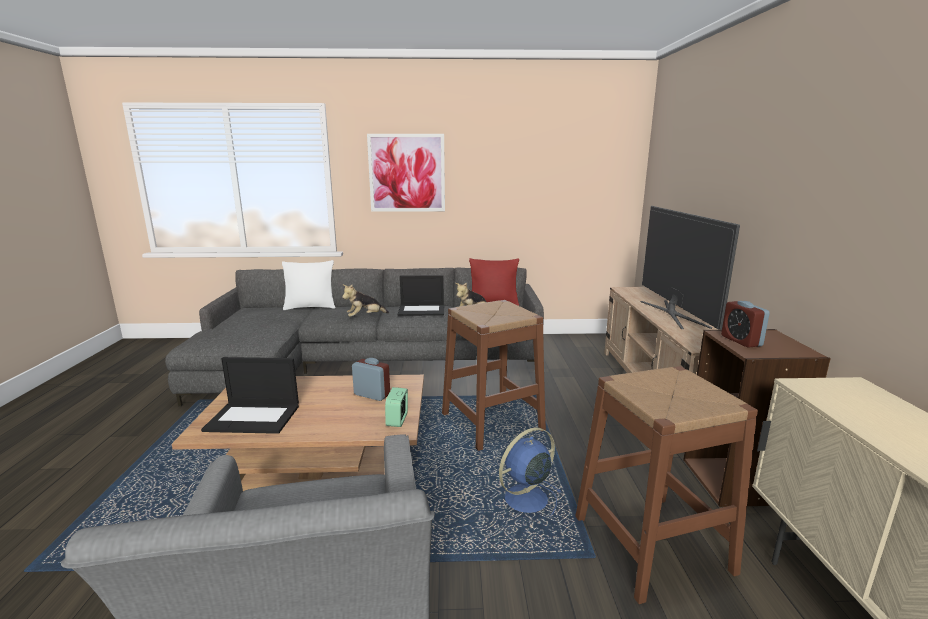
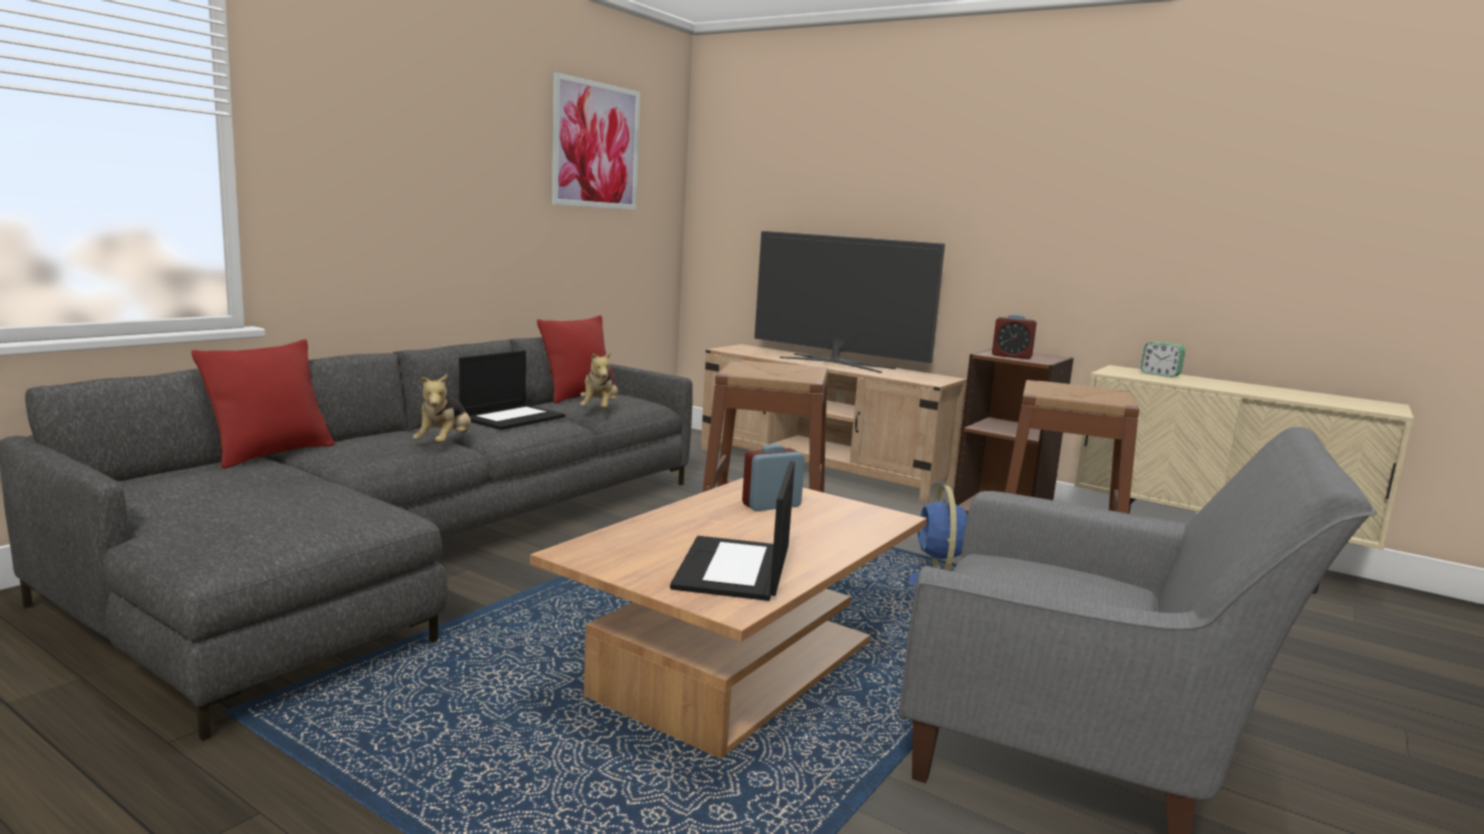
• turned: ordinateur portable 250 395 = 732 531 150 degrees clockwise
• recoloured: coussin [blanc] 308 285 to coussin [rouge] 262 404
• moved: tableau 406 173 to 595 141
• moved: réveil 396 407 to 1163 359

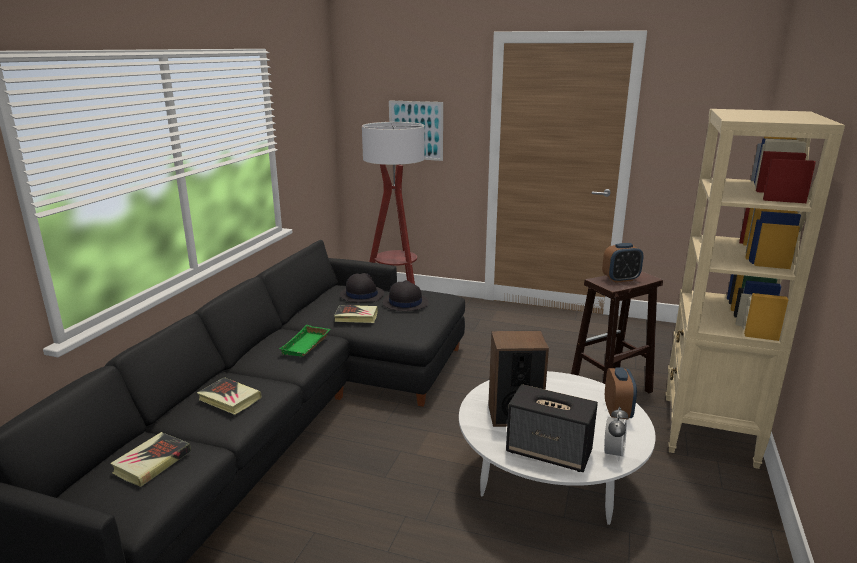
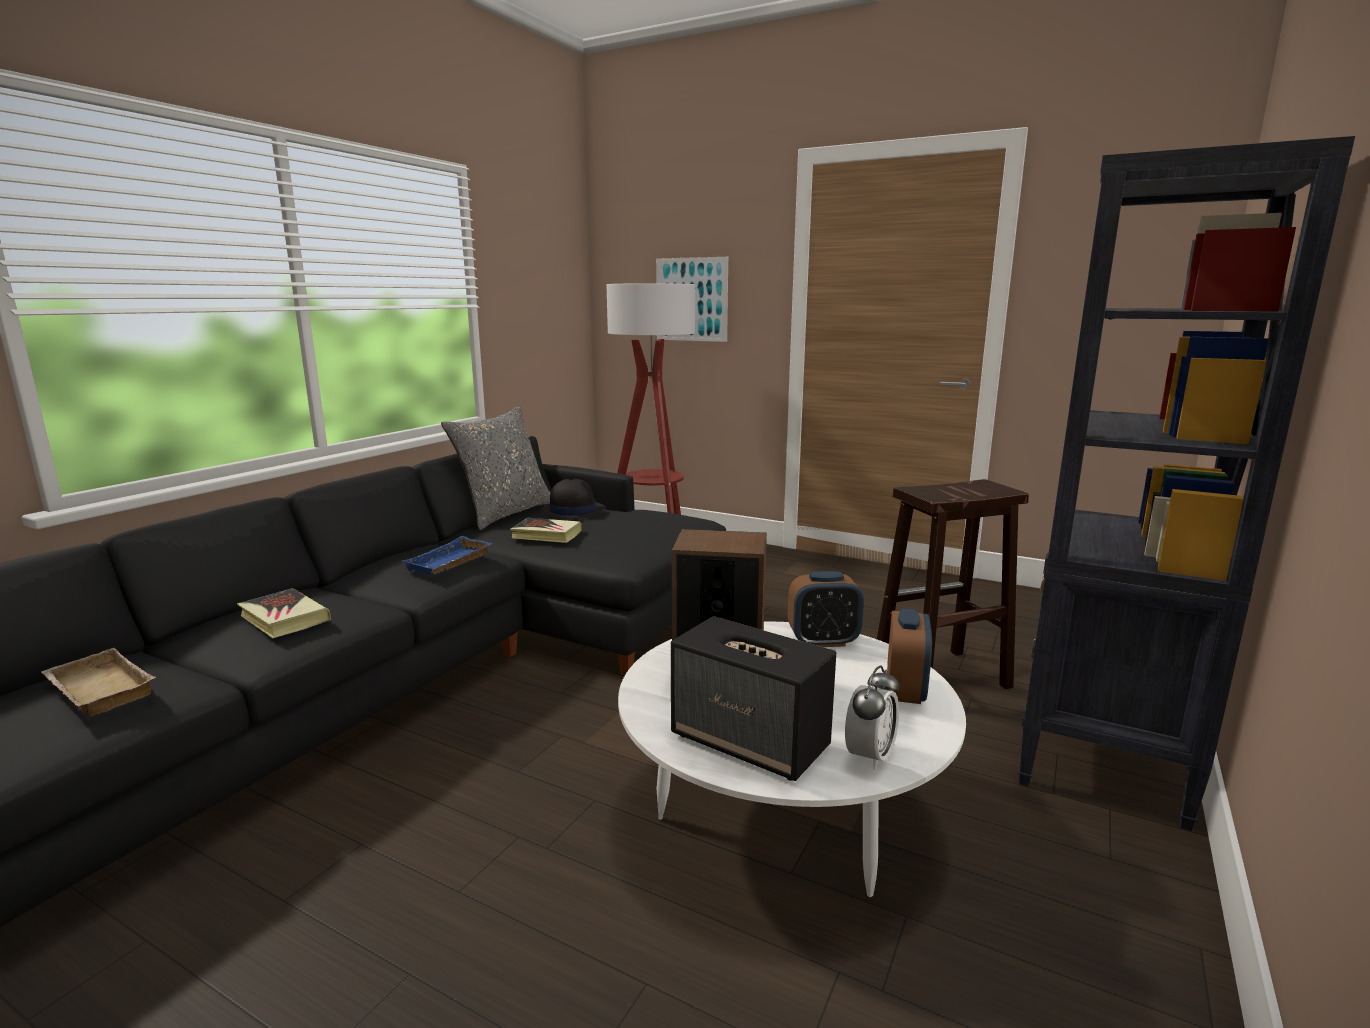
• replaced: livre 150 459 to plateau [beige] 98 682
• recoloured: plateau [vert] 304 341 to plateau [bleu] 447 555
• removed: chapeau [noir] 406 295
• moved: réveil 623 263 to 826 609
• recoloured: bibliothèque [beige] 755 289 to bibliothèque [noir] 1186 483
• added: coussin [gris] 495 468

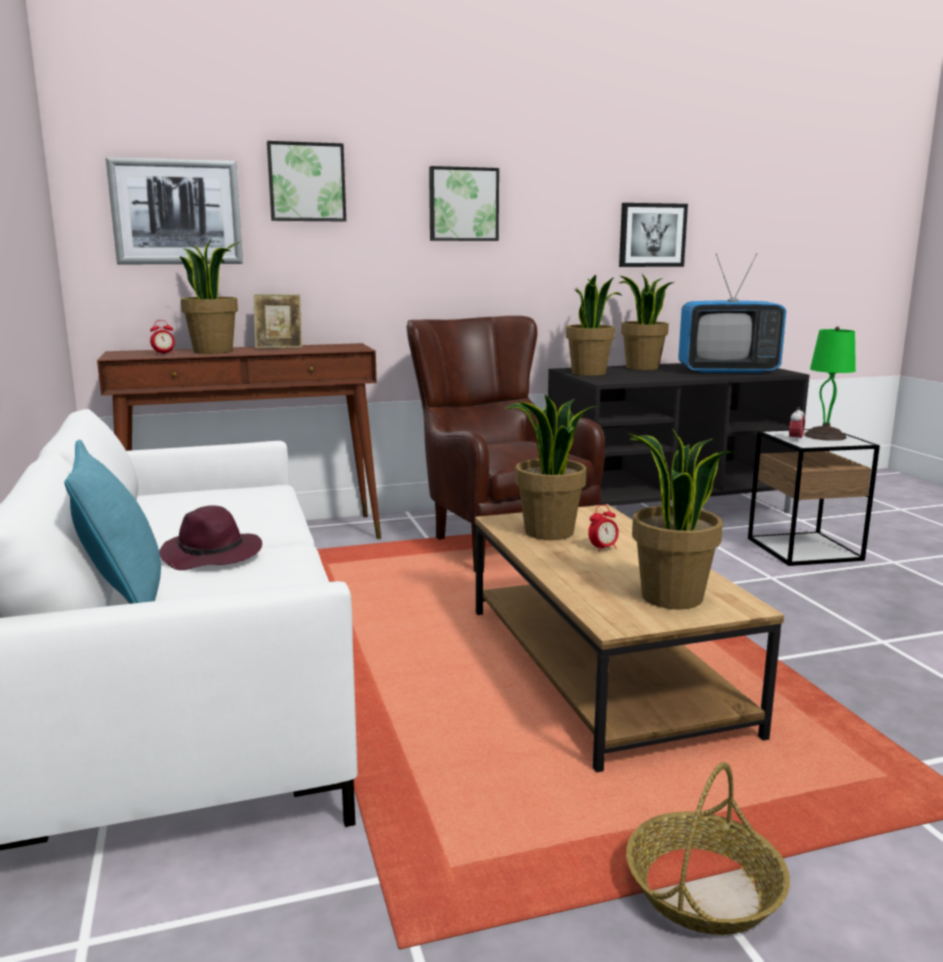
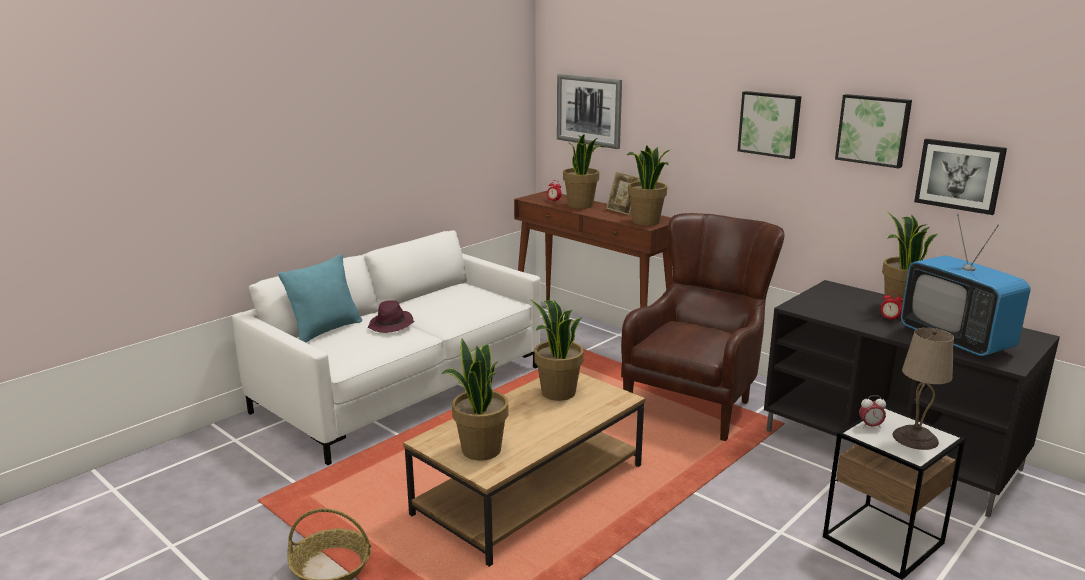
• moved: tableau 306 181 to 873 131
• moved: plante en pot 594 325 to 648 186
• moved: réveil 603 528 to 892 306
• recoloured: lampe de table [vert] 830 383 to lampe de table [beige] 923 389

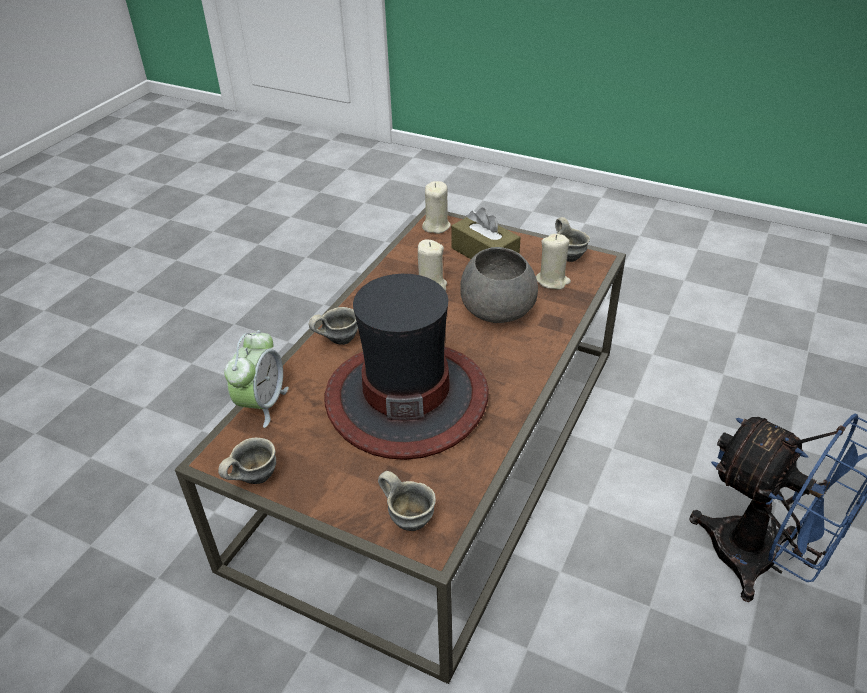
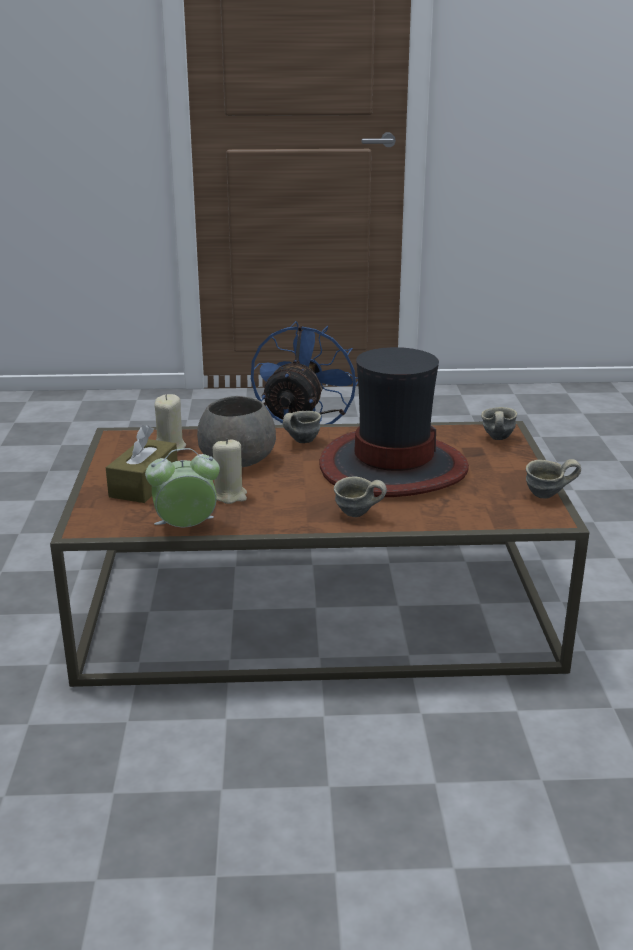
• moved: réveil 256 379 to 182 487
• removed: bougie [beige] 436 207
• moved: mug [gris] 572 239 to 302 427

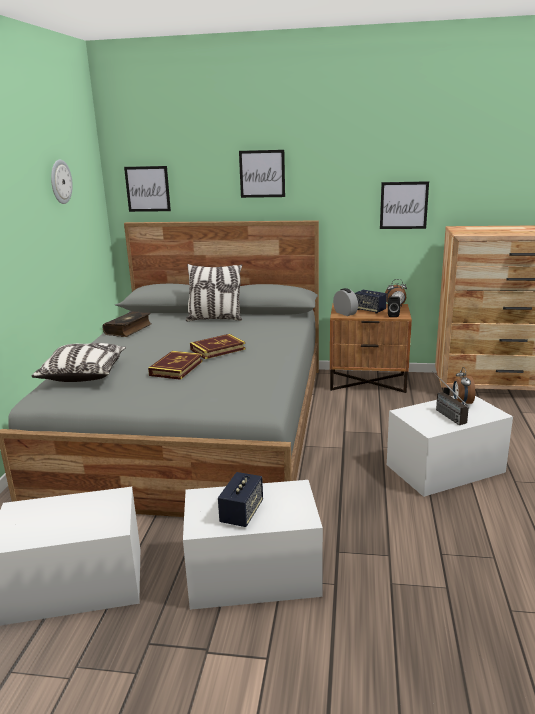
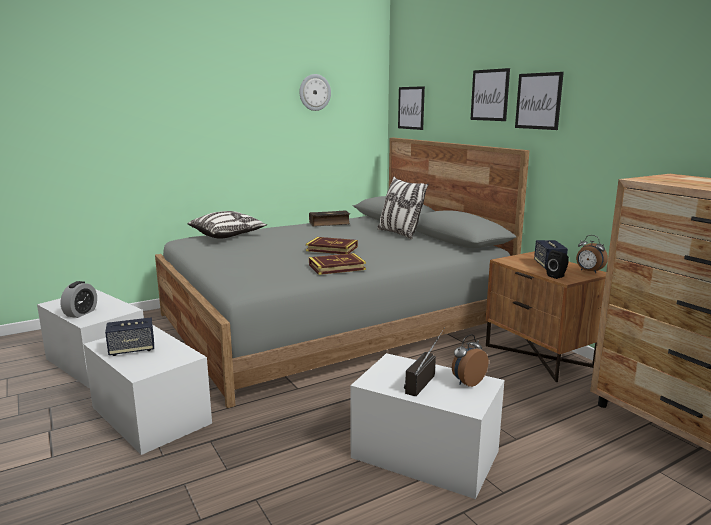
• moved: livre 175 365 to 337 264
• moved: réveil 345 302 to 78 299
• moved: tableau 404 205 to 539 101

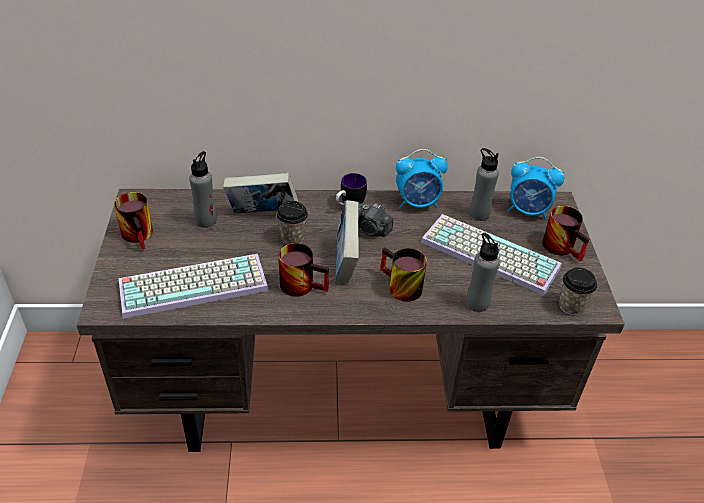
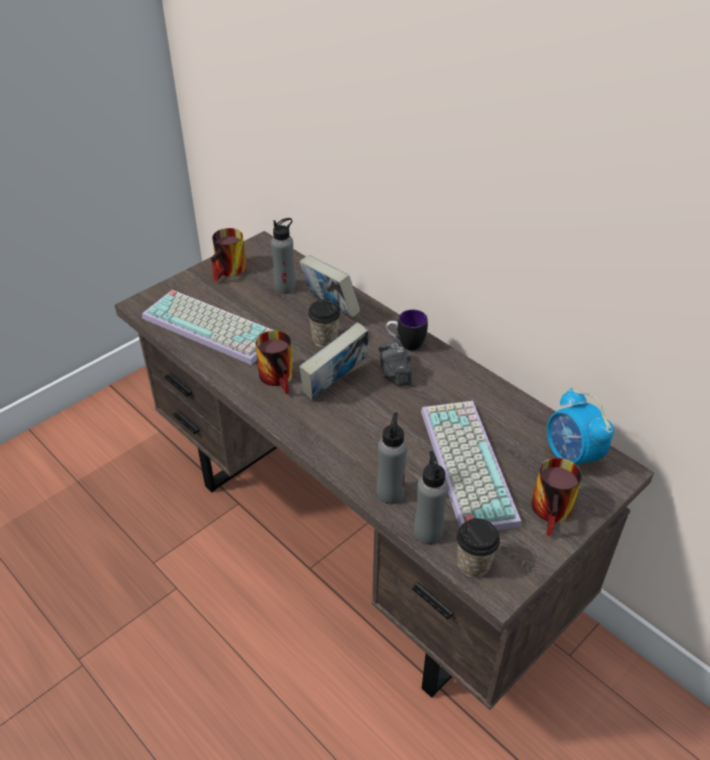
• removed: mug 403 275
• removed: réveil 422 179
• moved: bouteille [gris] 484 184 to 431 498

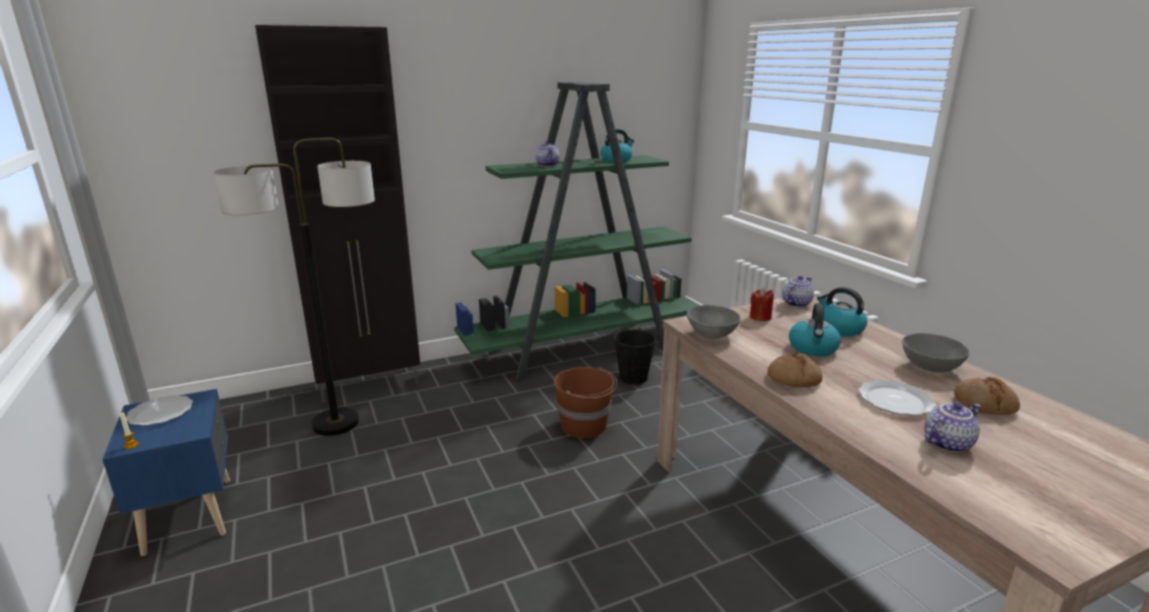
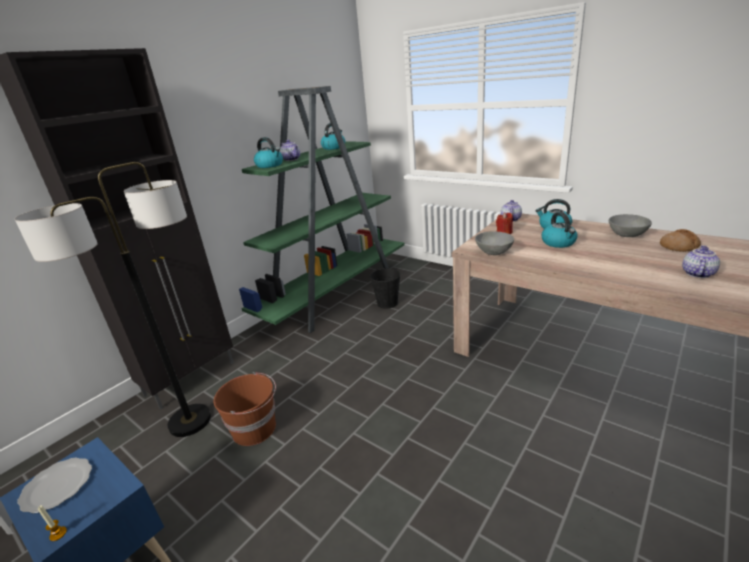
• moved: seau [marron] 585 402 to 245 409
• removed: pain 794 370
• removed: assiette 897 398
• added: bouilloire 268 152

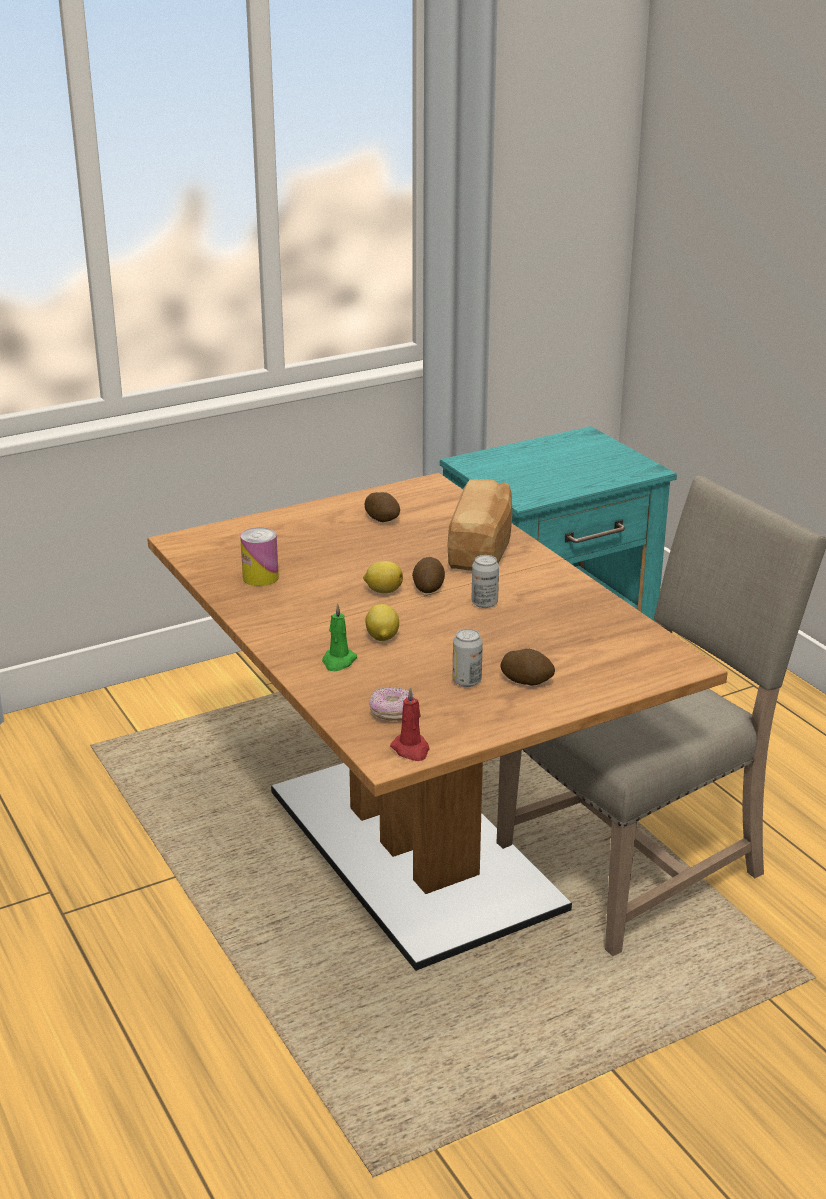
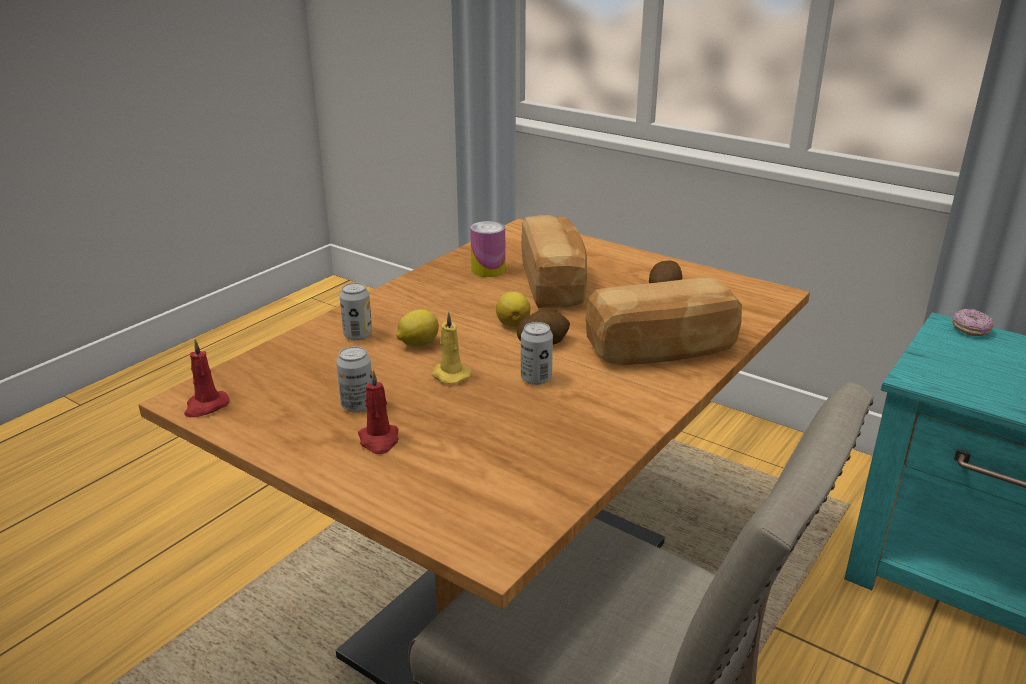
• replaced: bougie [vert] 339 637 to boîte métallique 356 312
• moved: beignet 391 704 to 973 322
• replaced: pomme de terre 528 667 to bougie [rouge] 378 412
• added: bougie [jaune] 451 347
• added: pain 554 261

